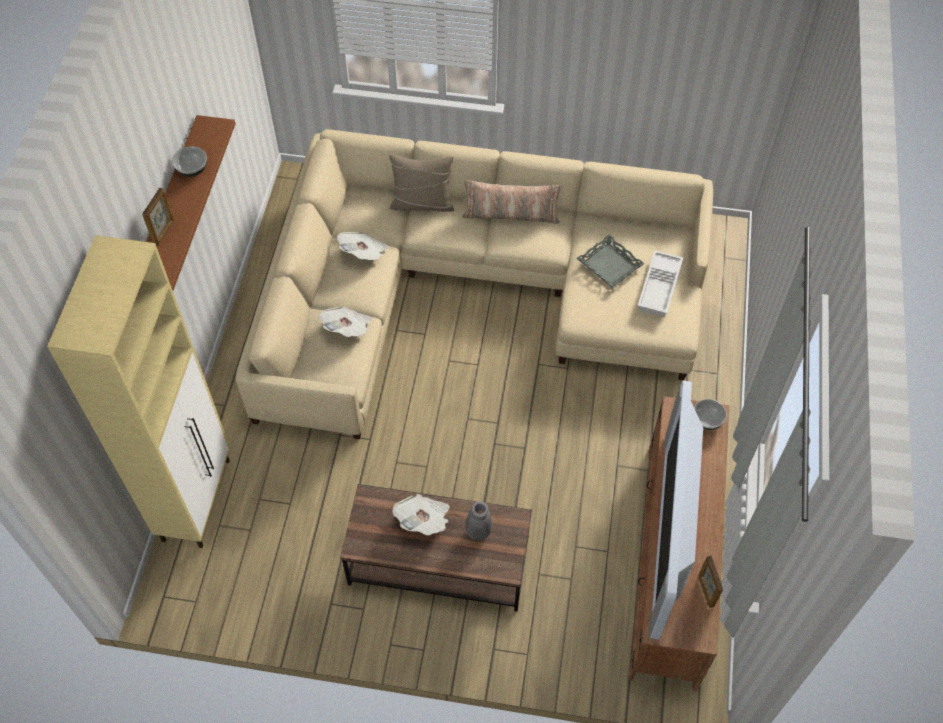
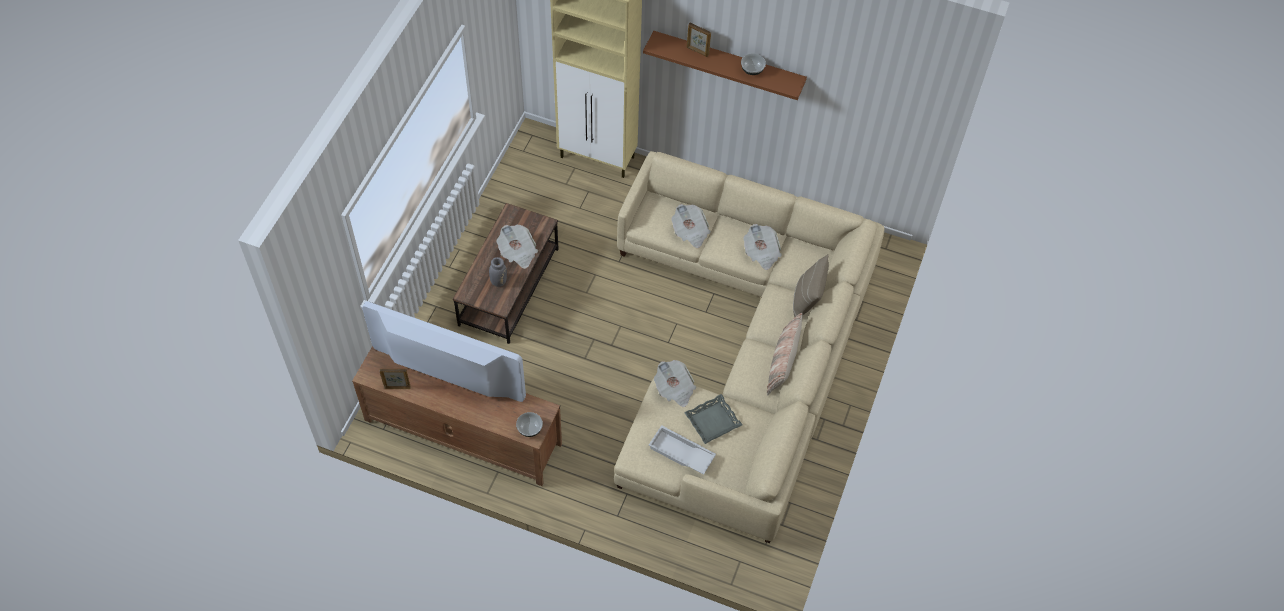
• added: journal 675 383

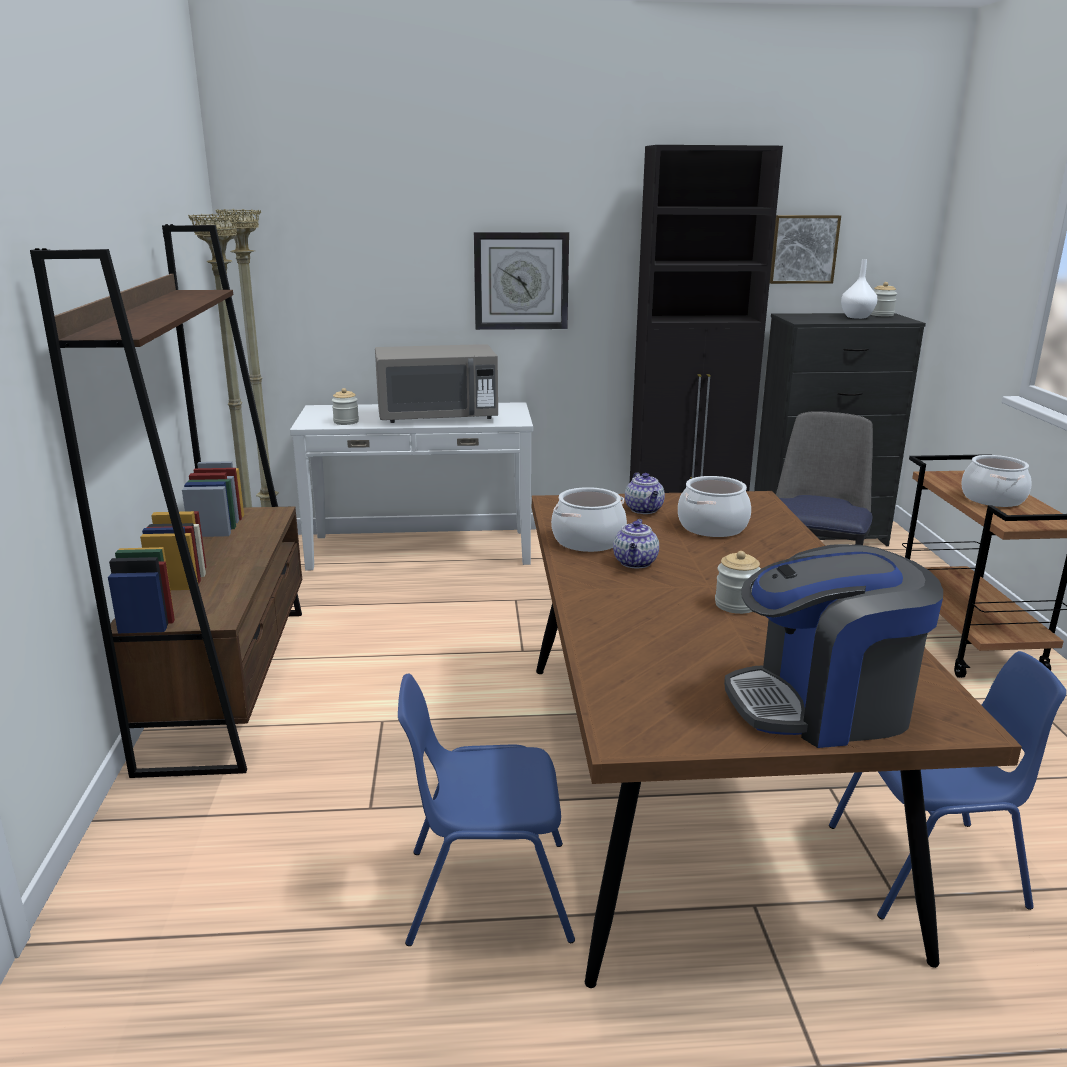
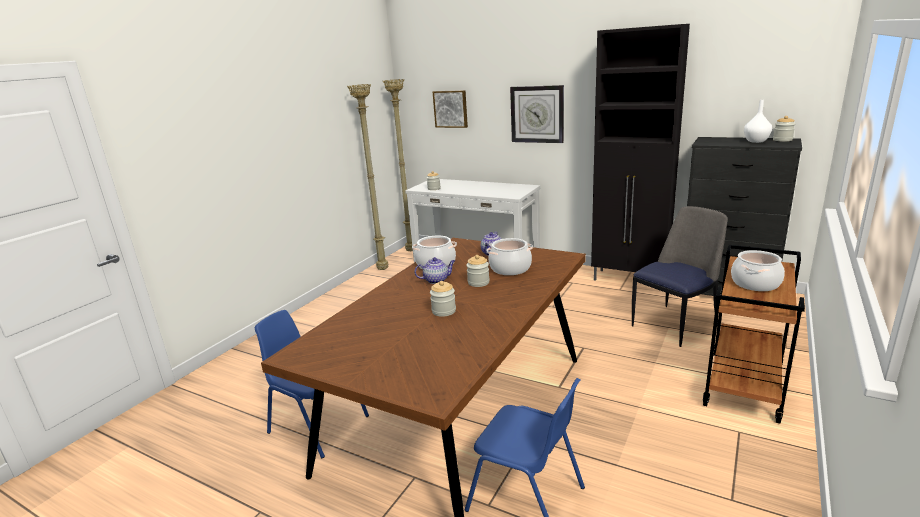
• removed: bibliothèque [marron] 166 501
• removed: micro-ondes [gris] 436 383
• turned: théière 636 543 = 434 270 150 degrees counterclockwise
• removed: machine à café 833 646
• moved: tableau 805 249 to 450 109
• added: bocal 478 271

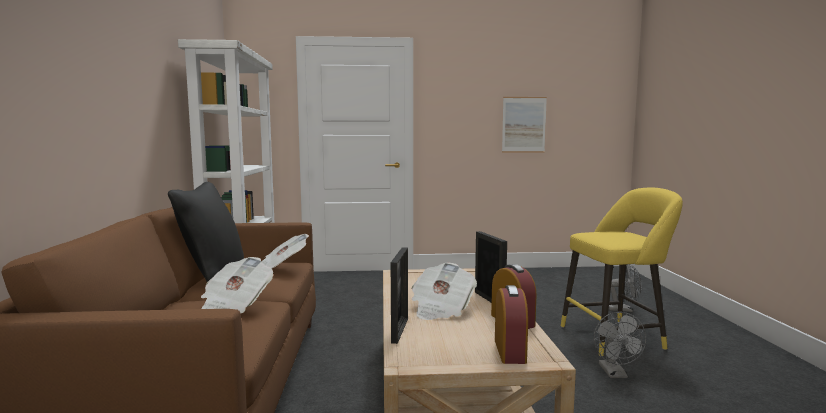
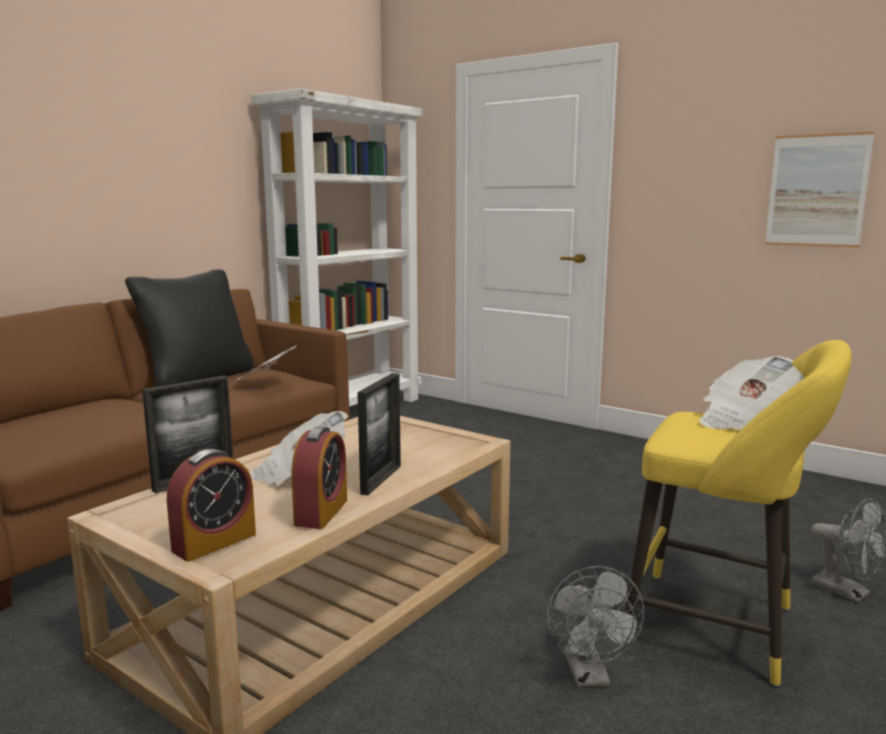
• moved: journal 237 285 to 751 393
• turned: ventilateur [gris] 620 345 = 595 626 45 degrees counterclockwise

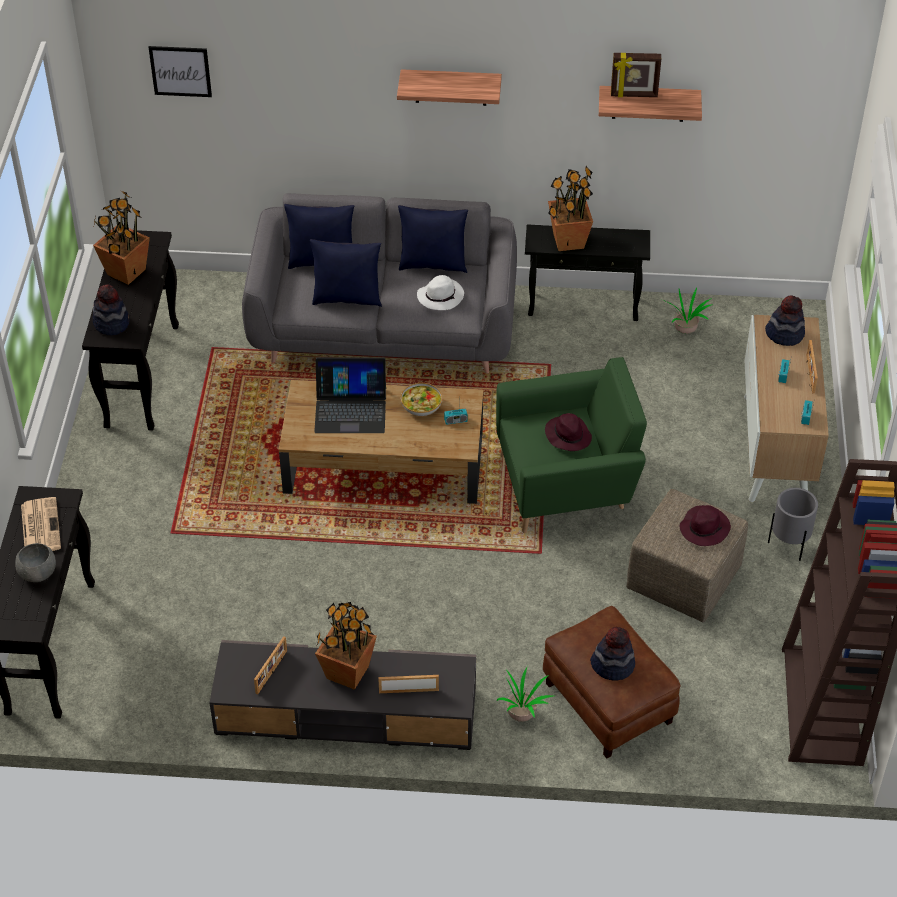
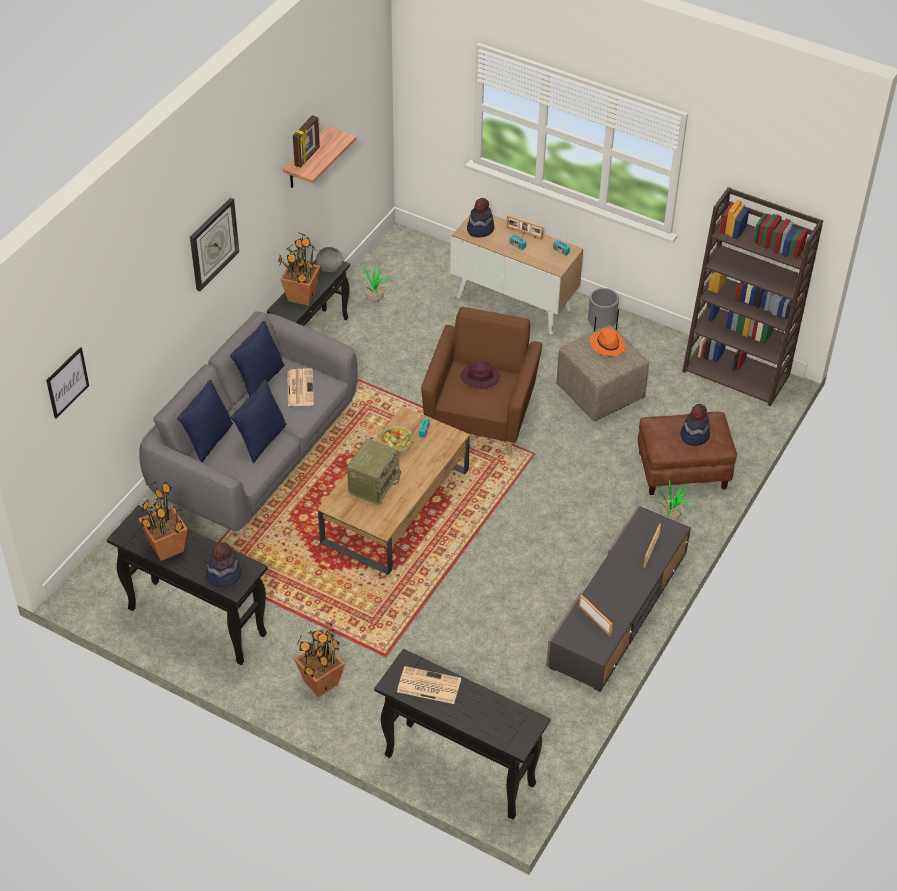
• moved: bol [gris] 35 562 to 329 260
• replaced: ordinateur portable 350 395 to radio 374 471
• moved: plante en pot 346 646 to 319 659
• replaced: étagère 449 87 to horloge murale 214 244
• replaced: chapeau [blanc] 440 292 to journal 300 387
• recoloured: fauteuil [vert] 571 445 to fauteuil [marron] 482 381
• recoloured: chapeau [violet] 705 525 to chapeau [orange] 608 342

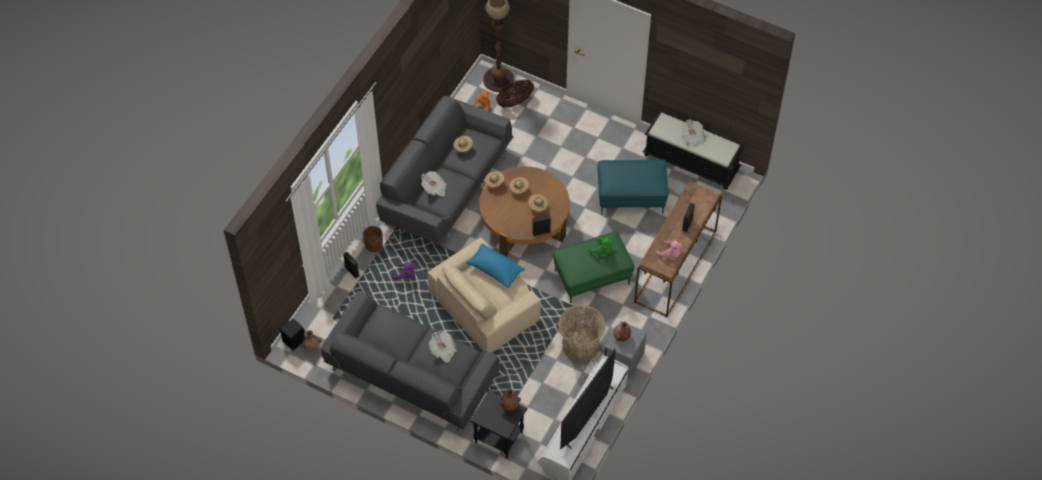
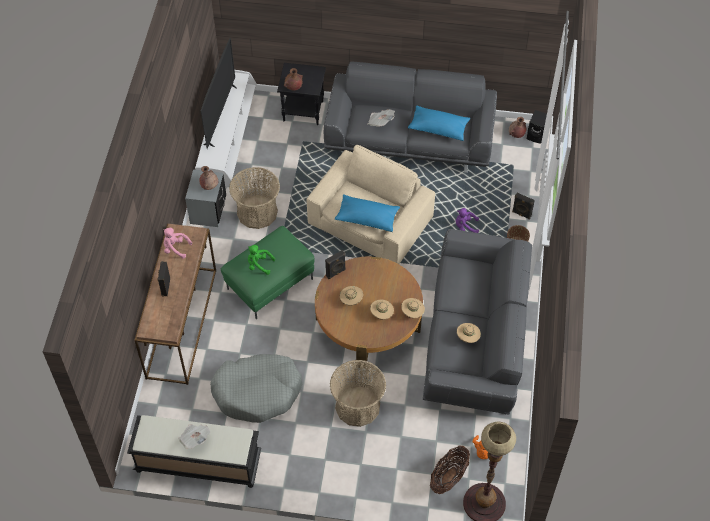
• removed: journal 434 184
• replaced: pouf [turquoise] 633 187 to panier pour chien [gris] 256 388
• added: panier 358 393
• added: coussin [bleu] 439 123

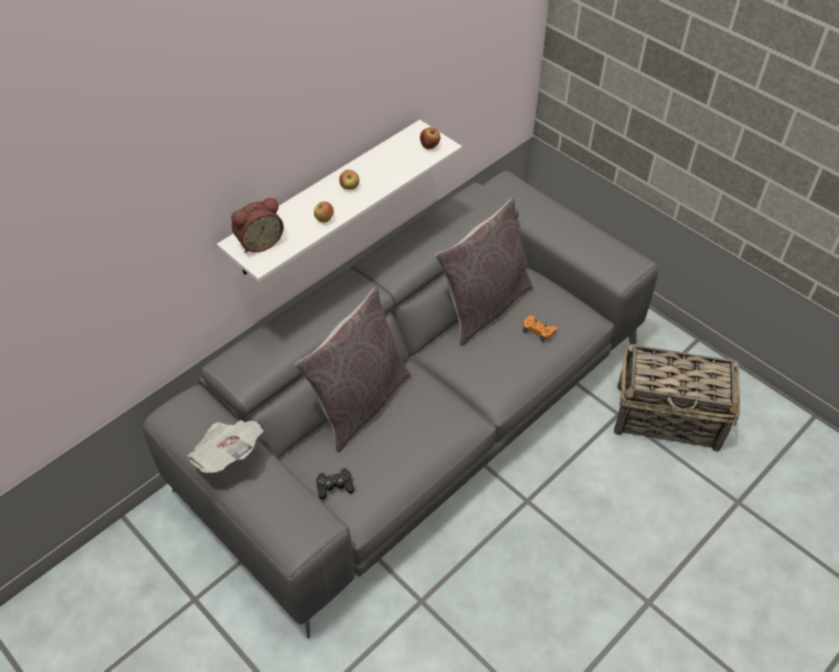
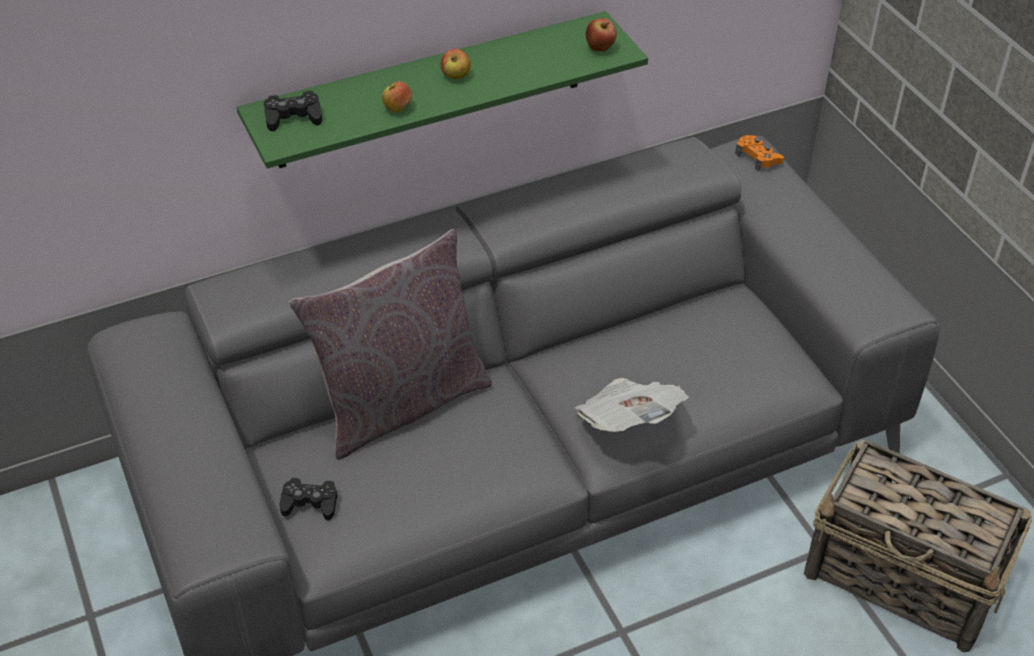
• moved: journal 225 446 to 632 405
• recoloured: étagère [blanc] 339 201 to étagère [vert] 442 90
• replaced: réveil 257 225 to manette [noir] 293 110
• removed: coussin [gris] 484 272
• moved: manette [orange] 540 329 to 759 153

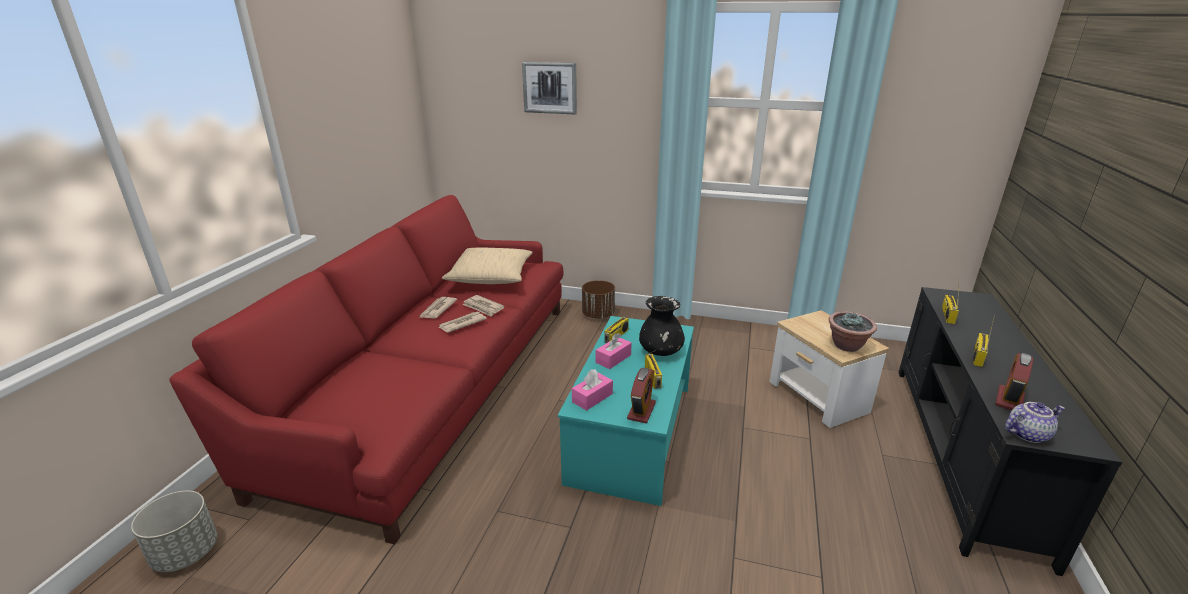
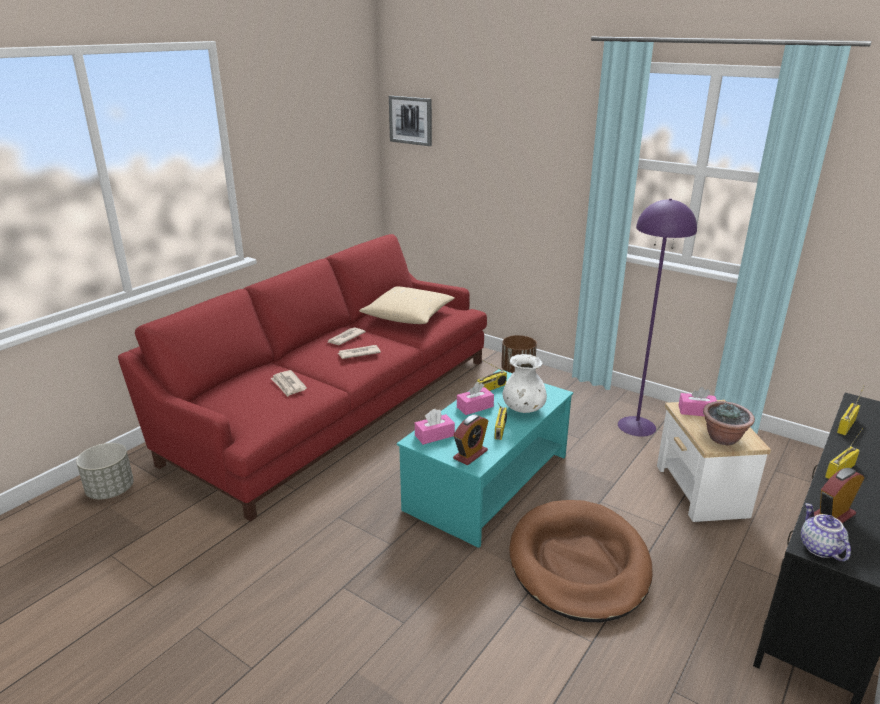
• moved: journal 483 306 to 288 383
• moved: tableau 549 88 to 410 121
• recoloured: vase [noir] 662 326 to vase [blanc] 524 383
• turned: théière 1035 422 = 826 532 105 degrees counterclockwise
• added: panier pour chien [marron] 580 561
• added: lampadaire [violet] 657 317
• added: boîte à mouchoirs [rose] 698 401

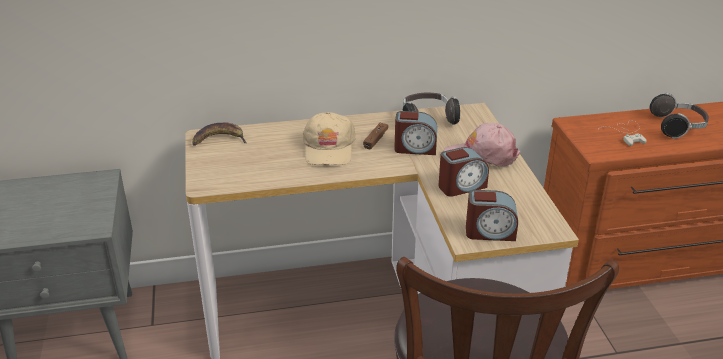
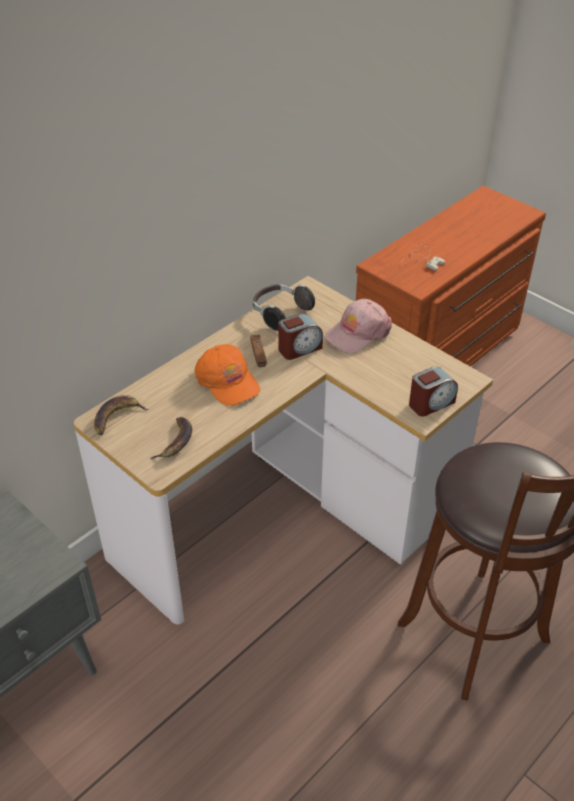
• recoloured: casquette [beige] 329 138 to casquette [orange] 227 375
• removed: réveil 464 172
• removed: casque audio 679 116
• added: banane 171 438

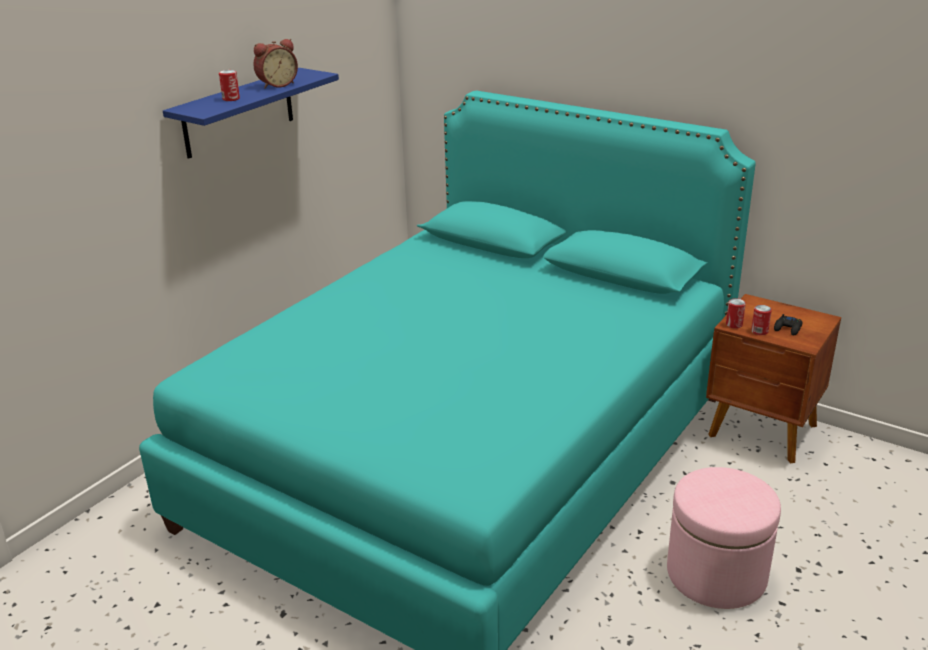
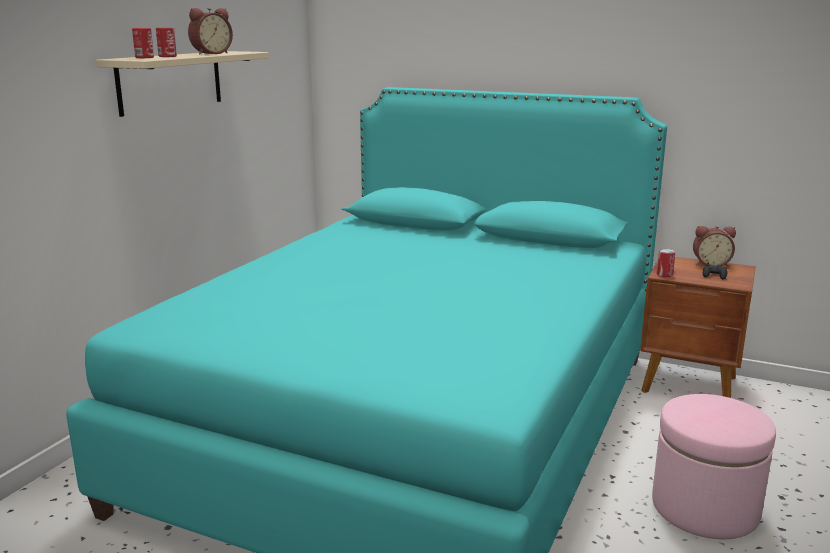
• recoloured: étagère [bleu] 251 113 to étagère [beige] 182 84
• moved: boîte métallique 761 320 to 143 43
• added: réveil 714 246

